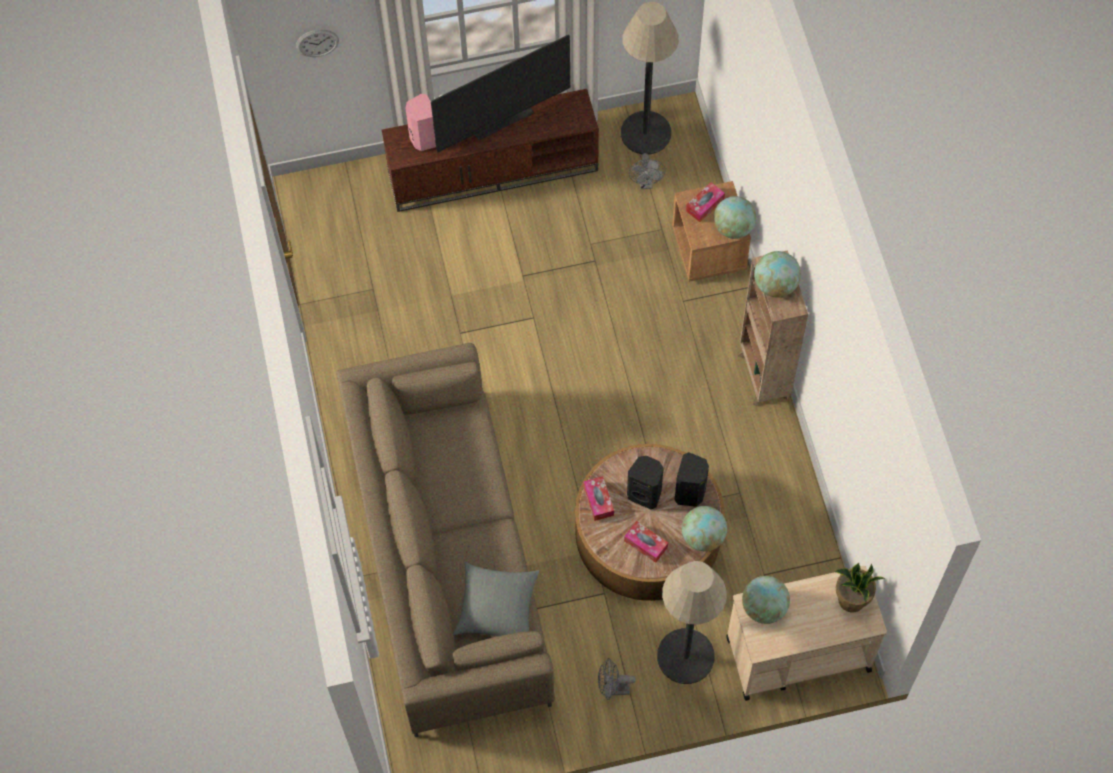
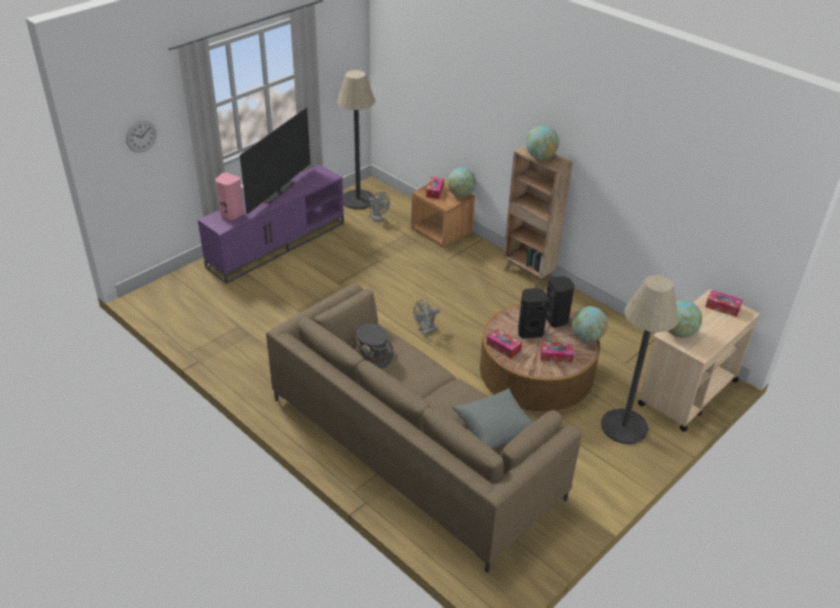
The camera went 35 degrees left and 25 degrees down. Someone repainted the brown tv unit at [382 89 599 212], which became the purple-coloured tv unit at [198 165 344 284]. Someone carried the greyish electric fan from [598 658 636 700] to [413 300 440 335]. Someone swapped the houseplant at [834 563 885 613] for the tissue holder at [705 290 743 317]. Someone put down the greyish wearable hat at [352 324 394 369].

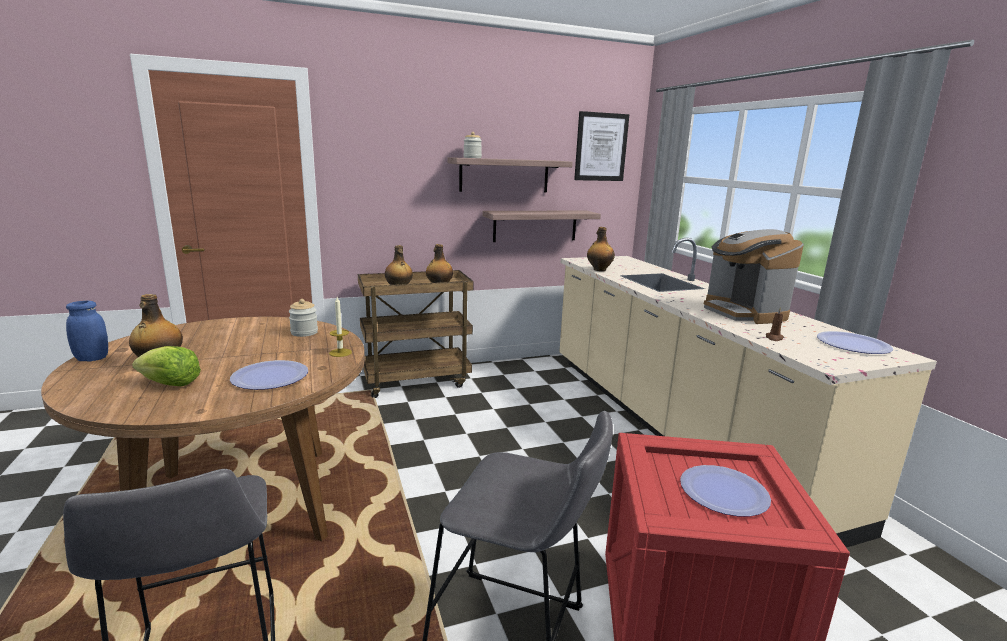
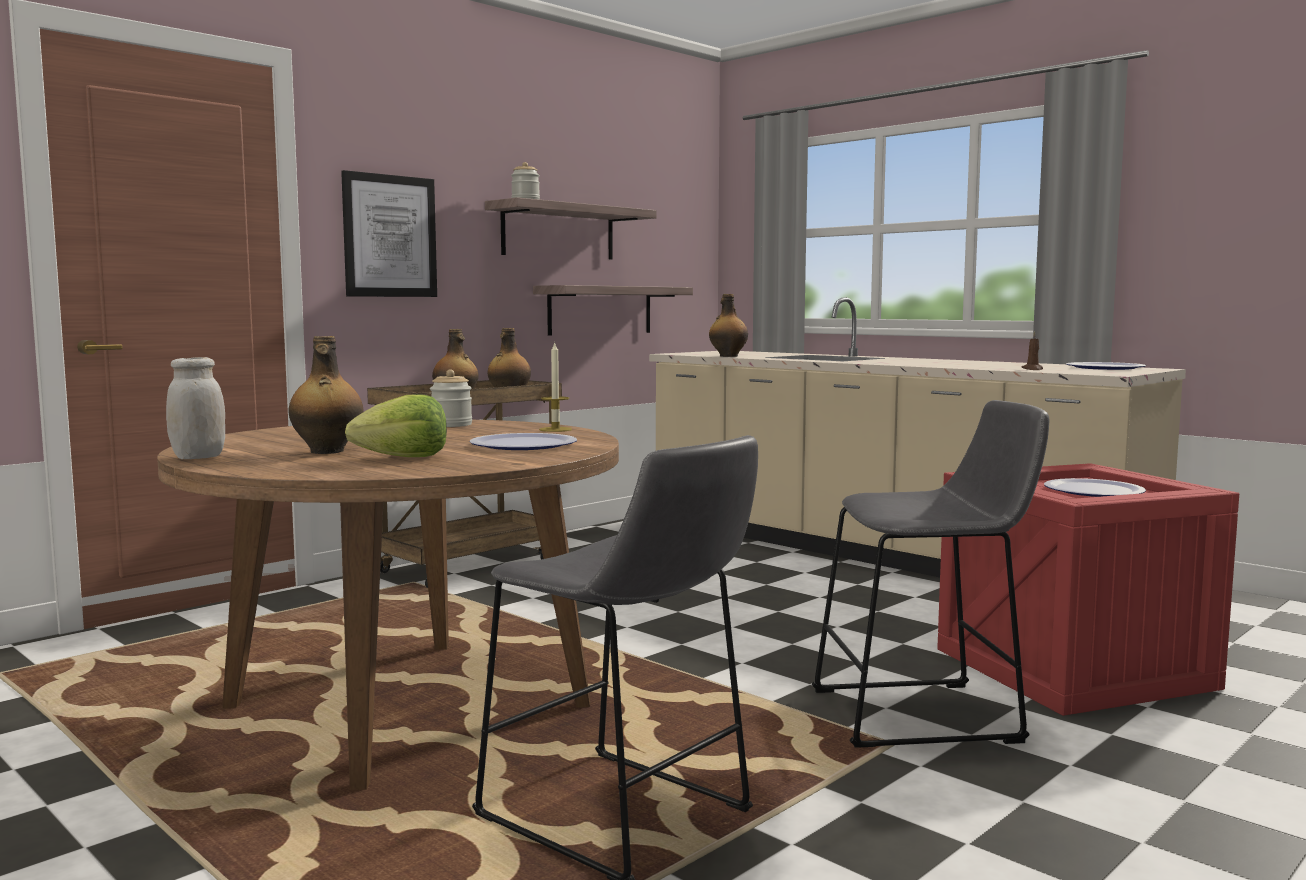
The camera went 25 degrees left and 10 degrees down. Someone repainted the blue-coloured jar at [66 301 108 361], which became the white jar at [166 357 225 459]. Someone carried the picture from [574 111 629 181] to [341 170 437 297]. Someone took away the coffee brewer at [704 229 804 324].

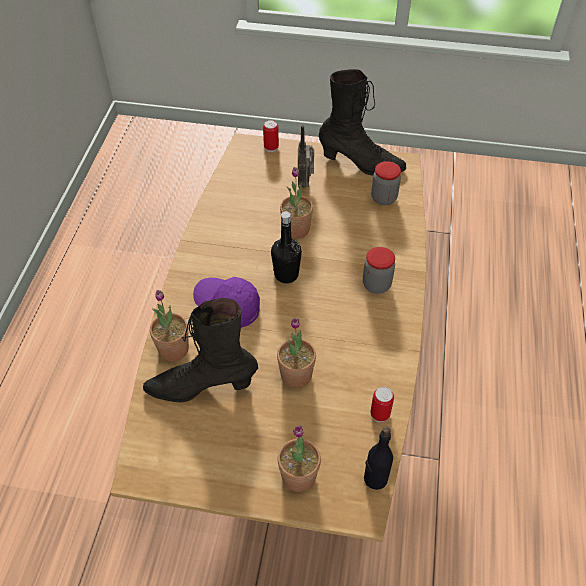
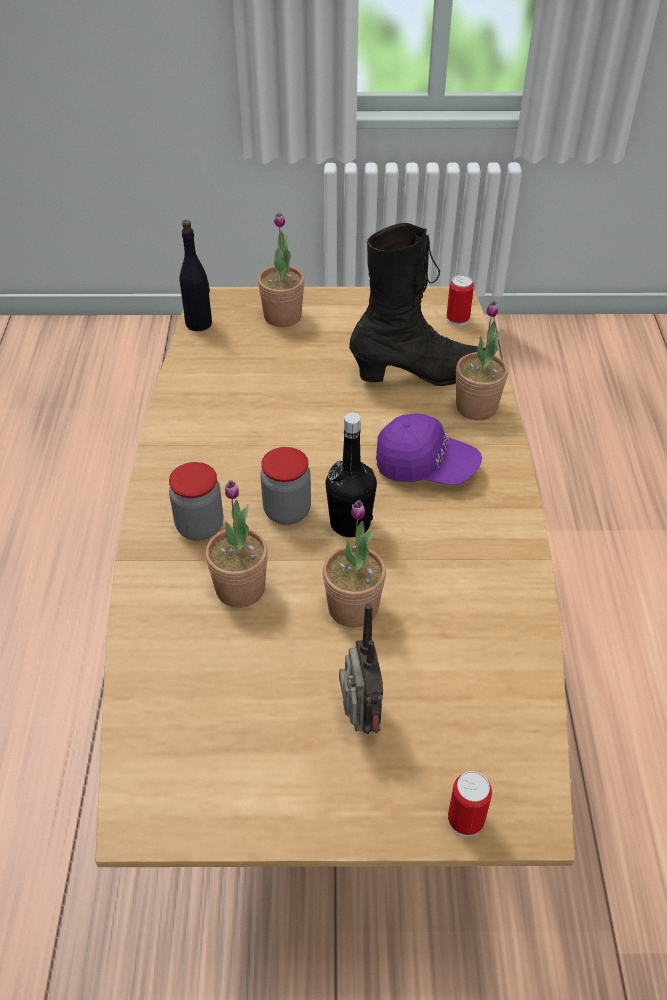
The camera went 170 degrees right and 5 degrees down. Someone carried the houseplant from [277 318 316 388] to [205 480 268 608]. Someone took away the black-coloured boot at [319 69 406 176]. Someone carried the metal can from [370 387 394 423] to [447 275 474 326]. Someone carried the jar from [371 161 401 205] to [260 447 311 525].

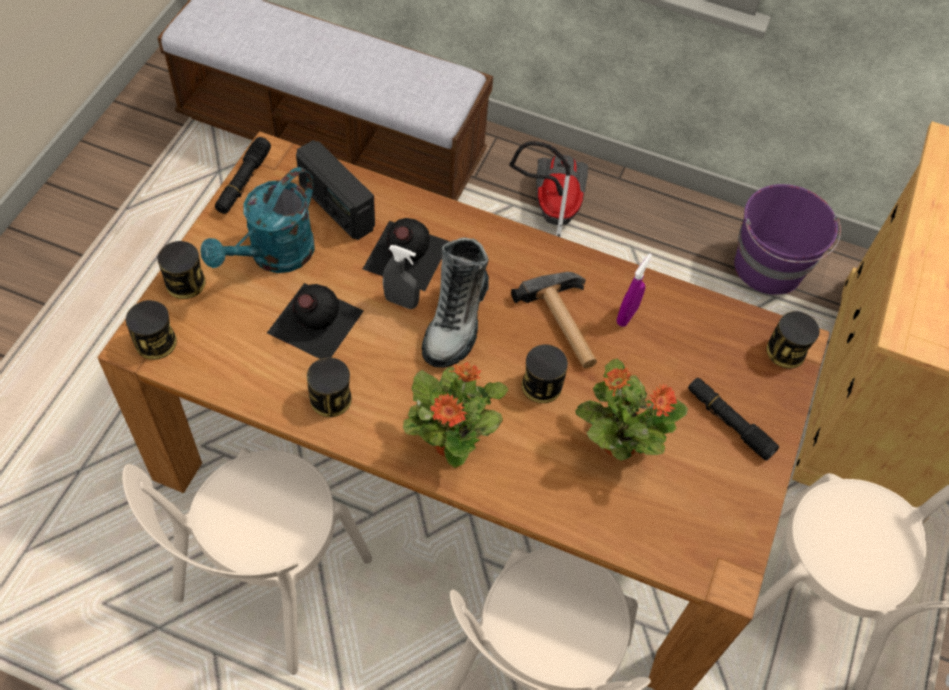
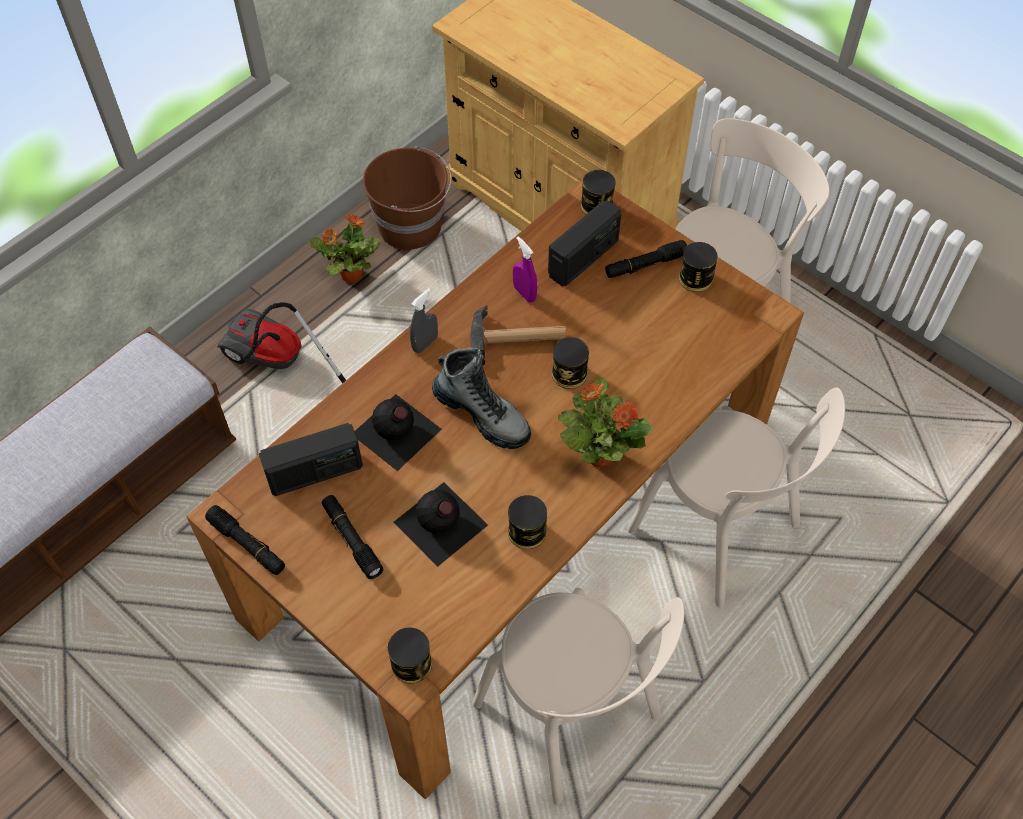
The camera went 65 degrees left and 0 degrees up. Someone carried the metal can from [158 241 206 299] to [679 242 718 292]. Someone swapped the turquoise watering can at [201 167 315 273] for the black-coloured hand torch at [322 495 383 579]. Someone carried the greyish sprayer from [383 245 420 309] to [410 288 438 353]. Someone carried the houseplant from [576 359 688 461] to [310 214 381 283]. Someone repainted the purple-coloured bucket at [734 184 841 295], which became the brown bucket at [363 146 452 250]. Someone put down the radio at [548 200 621 287].

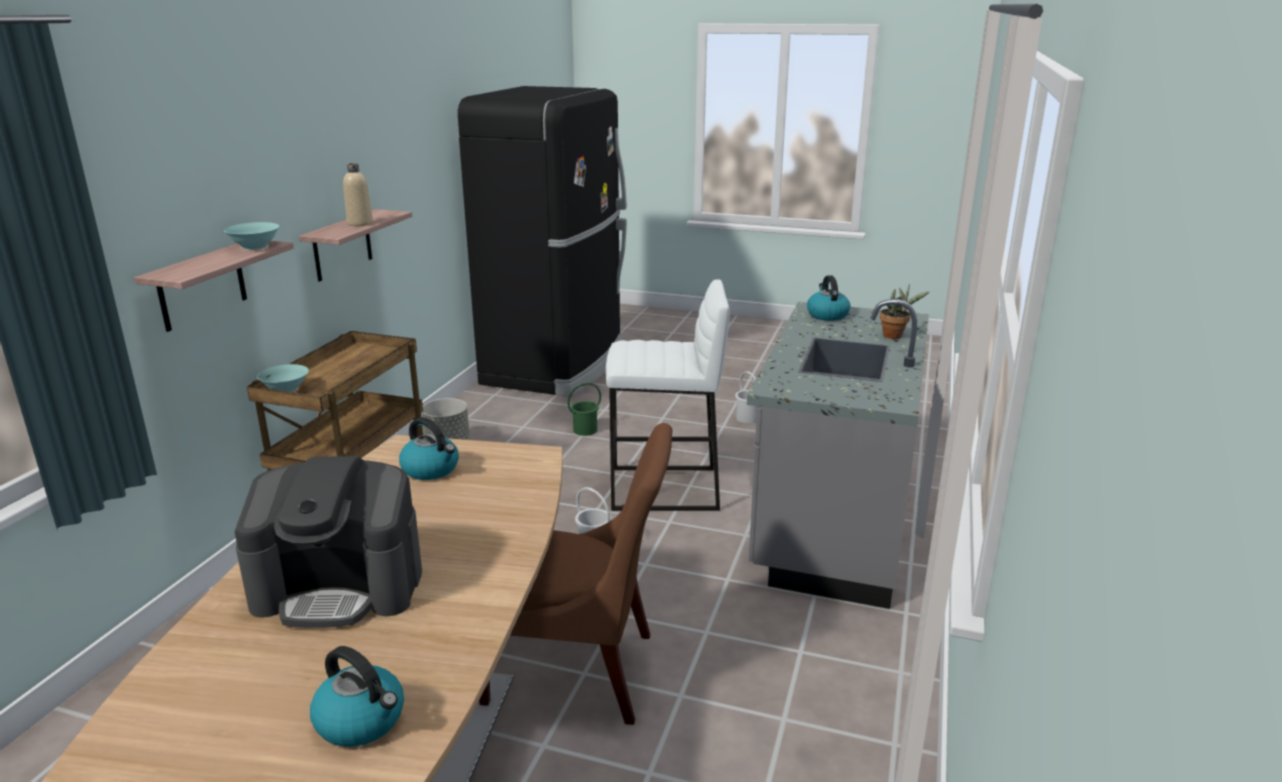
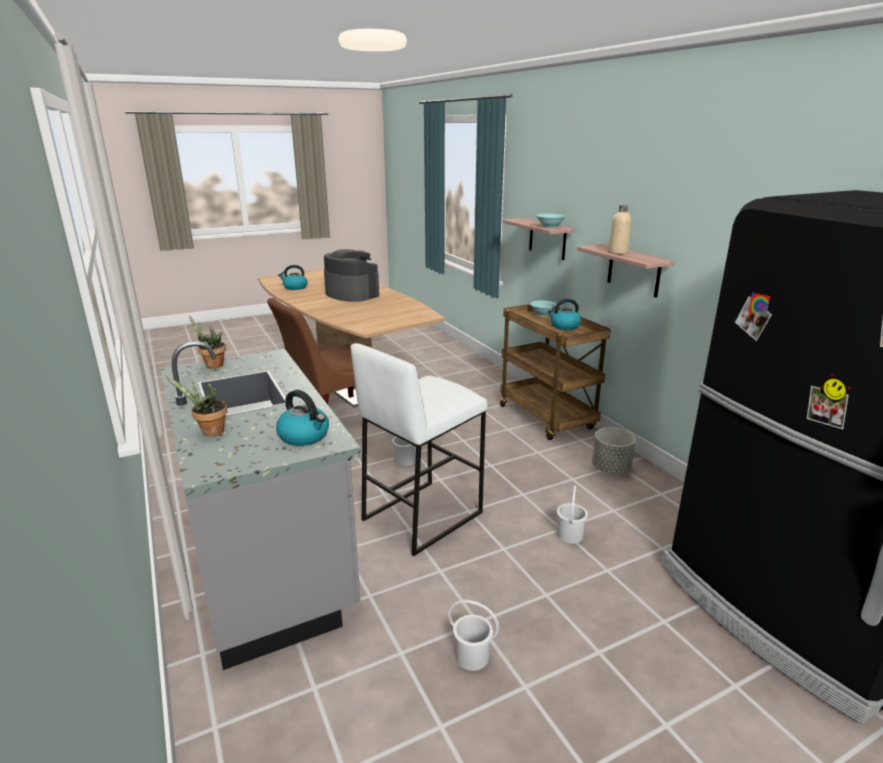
The camera went 135 degrees right and 0 degrees up. Someone rotated the coffee brewer at [235 456 422 628] by 90 degrees clockwise. Someone carried the water kettle from [399 417 459 480] to [548 299 581 330]. Someone repainted the green-coloured bucket at [568 383 601 436], which became the white bucket at [557 485 588 544]. Someone put down the houseplant at [189 316 226 369].

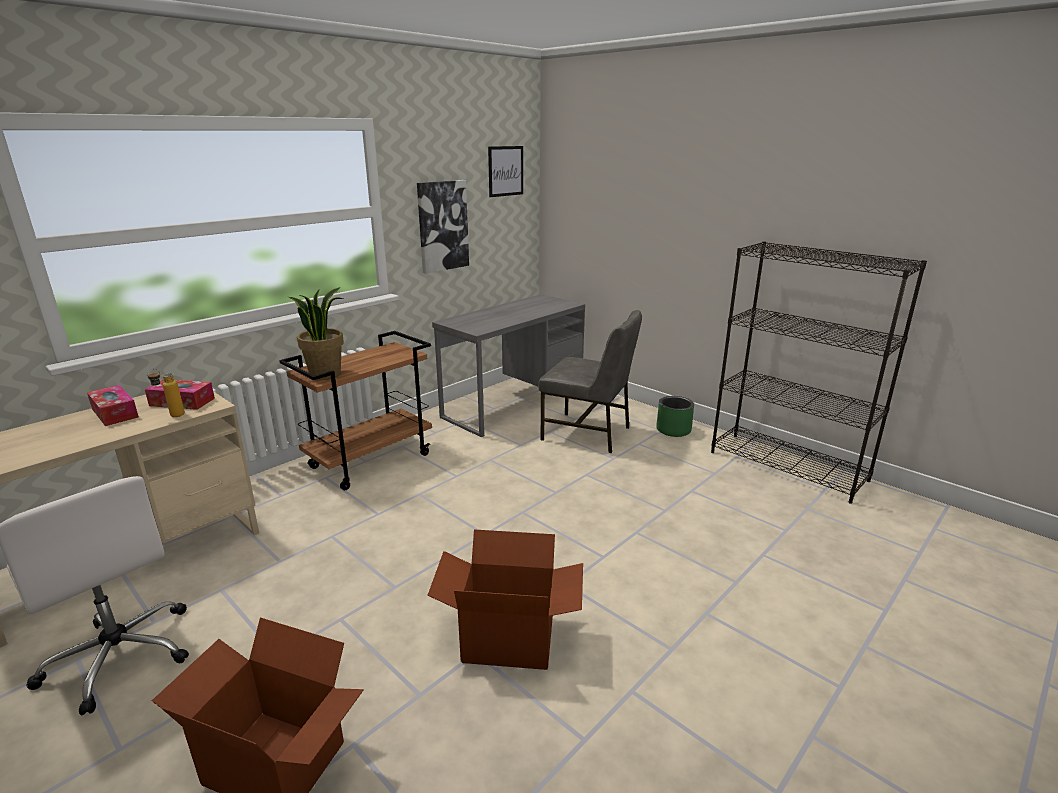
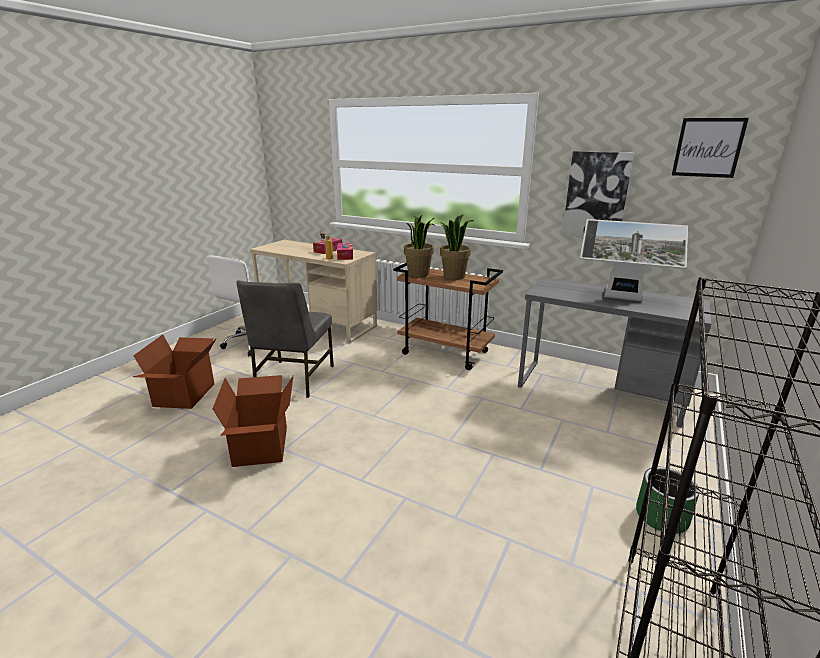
The camera went 75 degrees right and 0 degrees up. Someone carried the greyish plain chair from [538 310 642 453] to [236 280 334 398]. Someone put down the houseplant at [439 214 473 280]. Someone put down the monitor at [580 219 688 301].

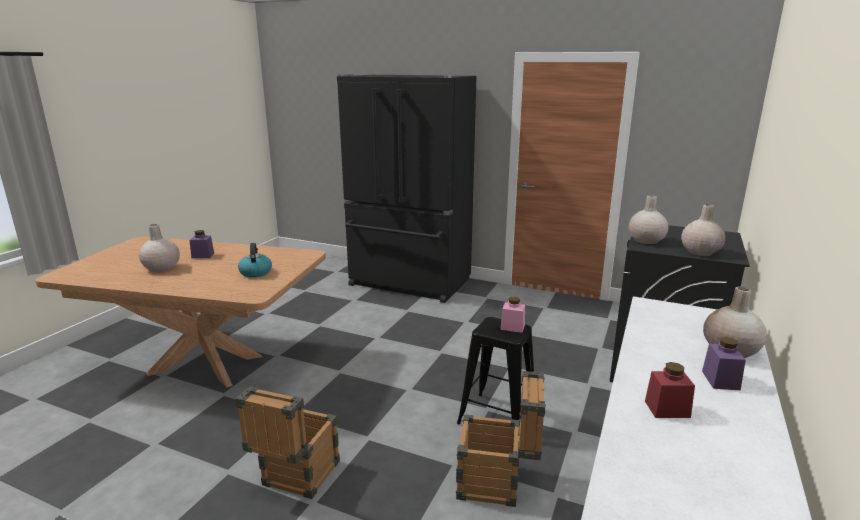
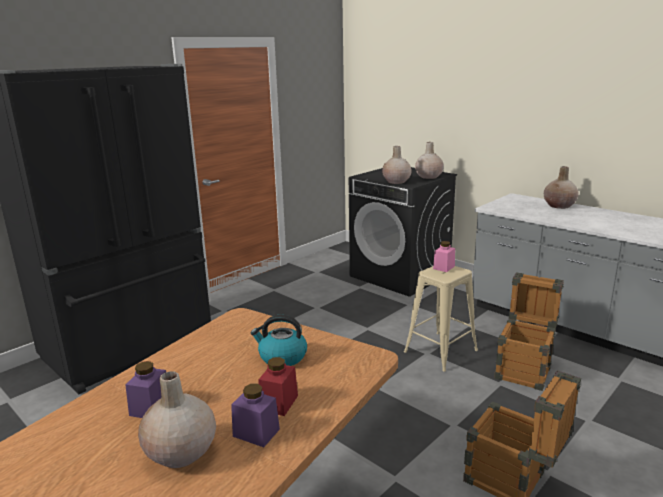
The camera went 70 degrees left and 0 degrees up. Someone repainted the black-coloured sitting stool at [457 317 534 424], which became the beige sitting stool at [404 266 478 372]. Someone carried the red-coloured jar from [645 362 695 418] to [259 357 298 416]. Someone carried the purple-coloured jar from [702 337 746 390] to [231 384 280 447].

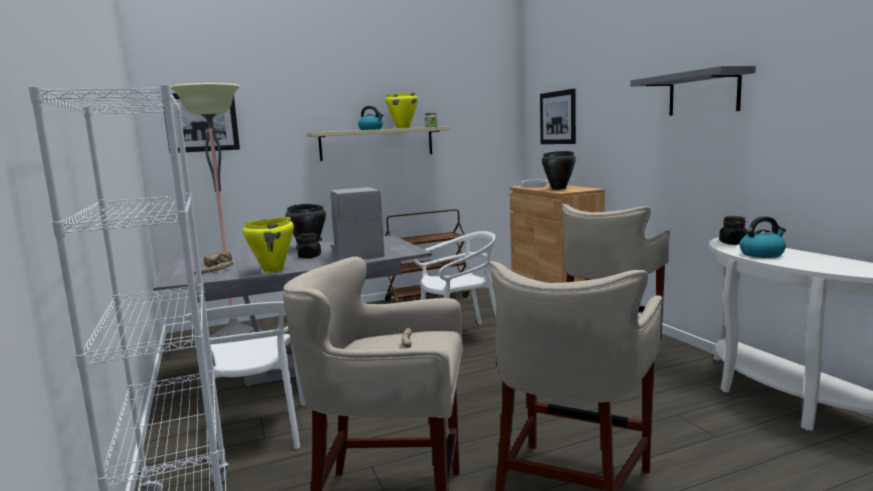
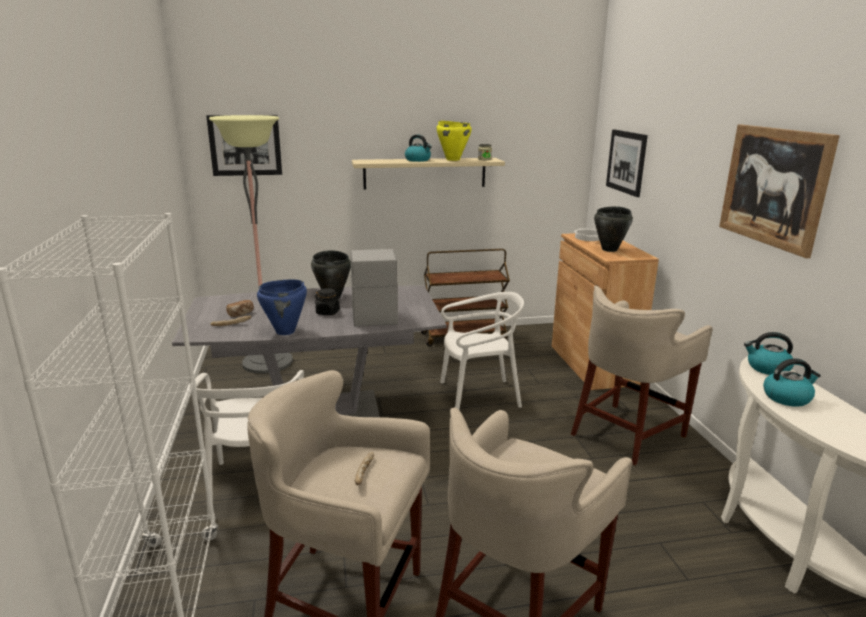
The camera went 10 degrees right and 10 degrees up. Someone repainted the yellow-coloured saucepot at [243 217 294 273], which became the blue-coloured saucepot at [257 280 307 335]. Someone swapped the greyish bracket shelf at [630 66 756 116] for the picture at [719 124 840 258]. Someone swapped the black-coloured jar at [719 216 748 245] for the water kettle at [744 332 794 375].

